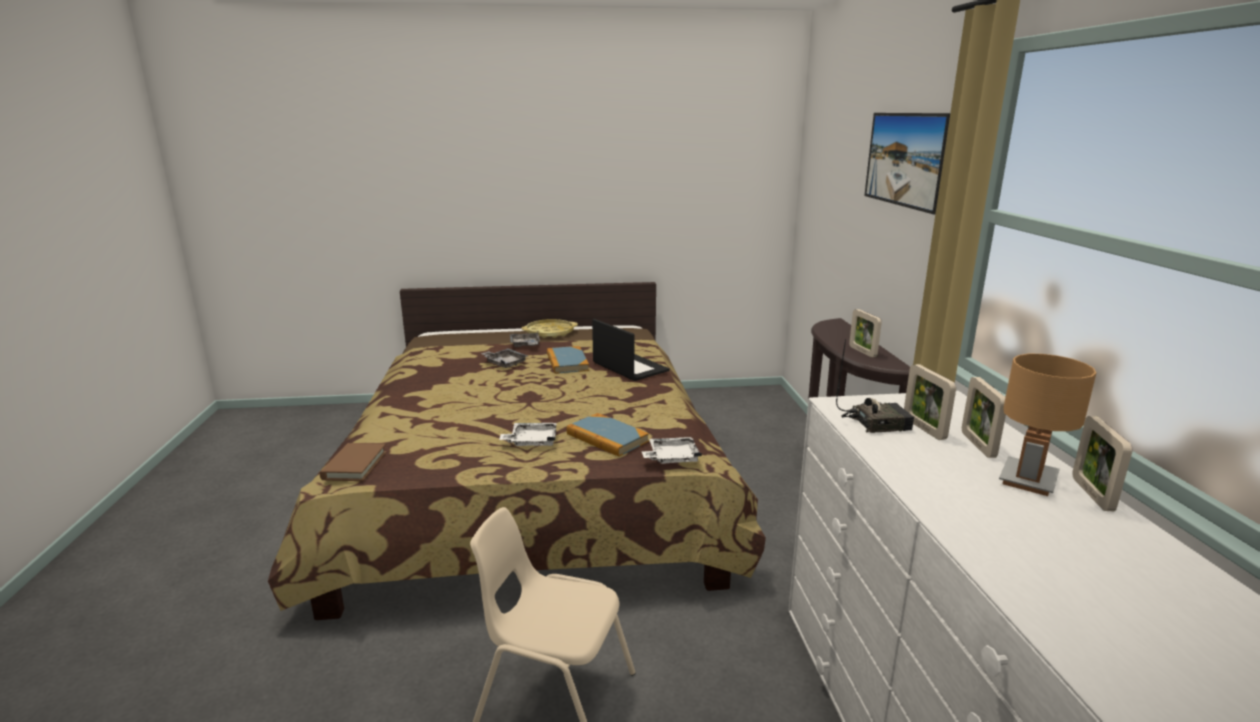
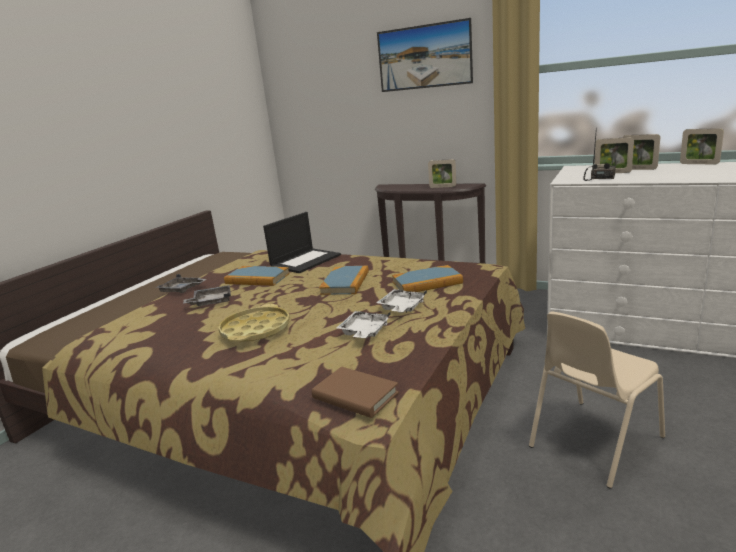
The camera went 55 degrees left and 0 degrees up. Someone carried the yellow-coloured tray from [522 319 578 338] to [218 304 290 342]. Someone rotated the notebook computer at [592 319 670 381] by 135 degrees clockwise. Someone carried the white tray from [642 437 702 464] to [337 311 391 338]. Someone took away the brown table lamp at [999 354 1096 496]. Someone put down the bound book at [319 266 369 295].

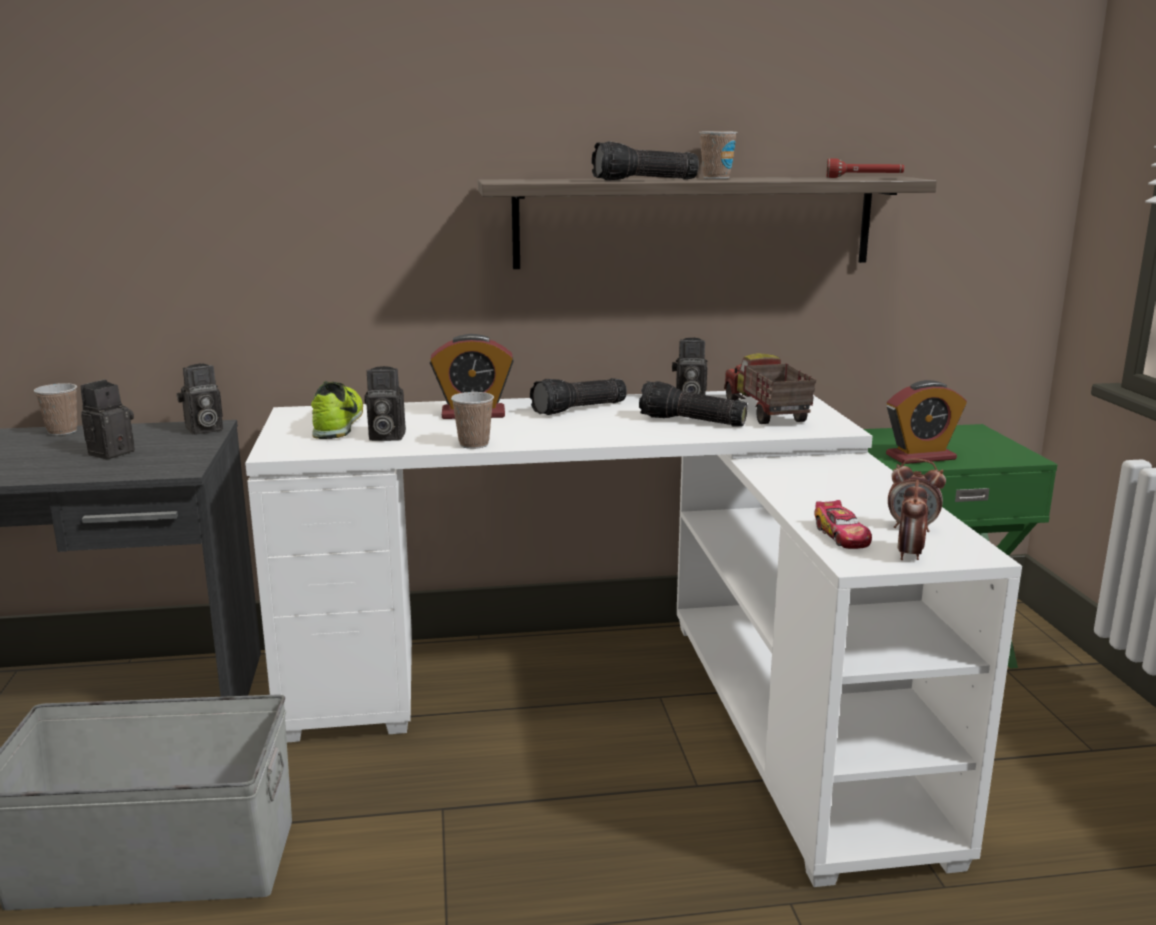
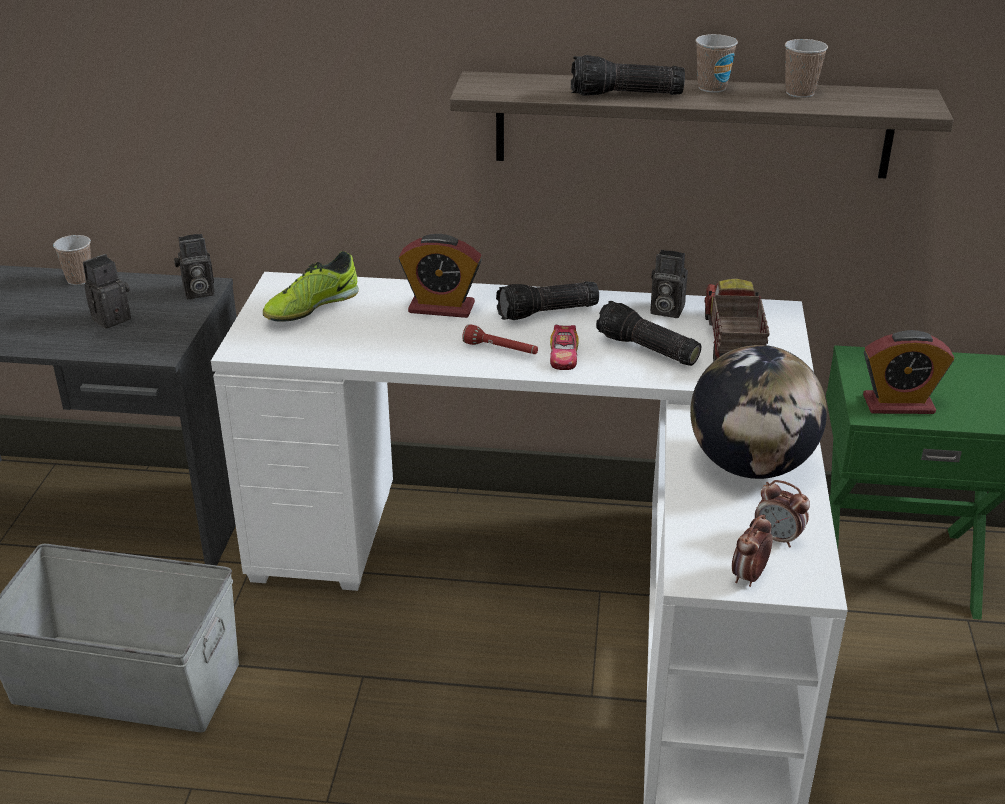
The camera went 15 degrees right and 15 degrees up. Someone rotated the item of footwear at [311 381 363 439] by 150 degrees counterclockwise. Someone took away the photo camera at [364 366 406 441]. Someone carried the drinking cup from [451 392 494 449] to [785 39 828 98]. Someone carried the model car from [814 500 872 549] to [550 325 579 370]. Someone carried the red-coloured hand torch from [827 158 904 178] to [462 324 538 354]. Someone put down the desk globe at [690 345 827 479].

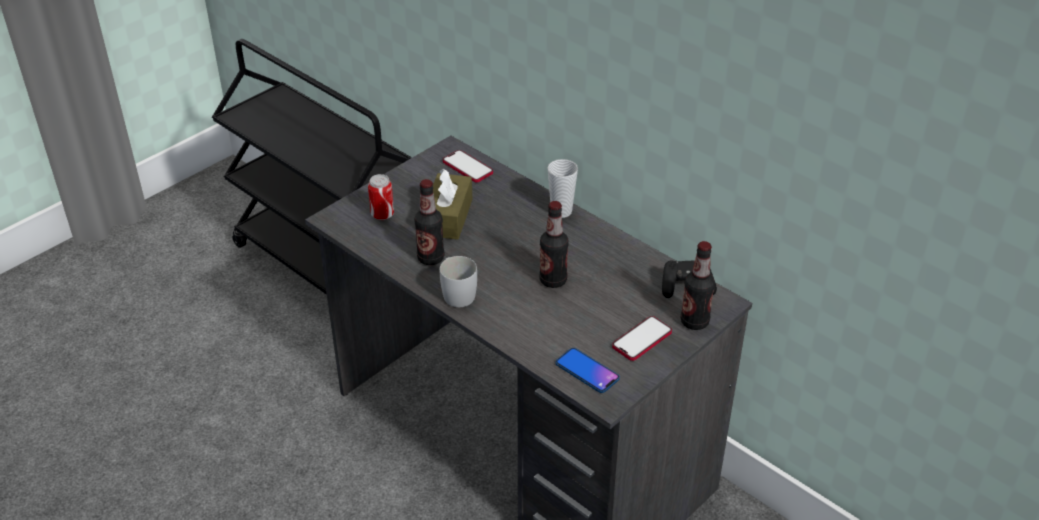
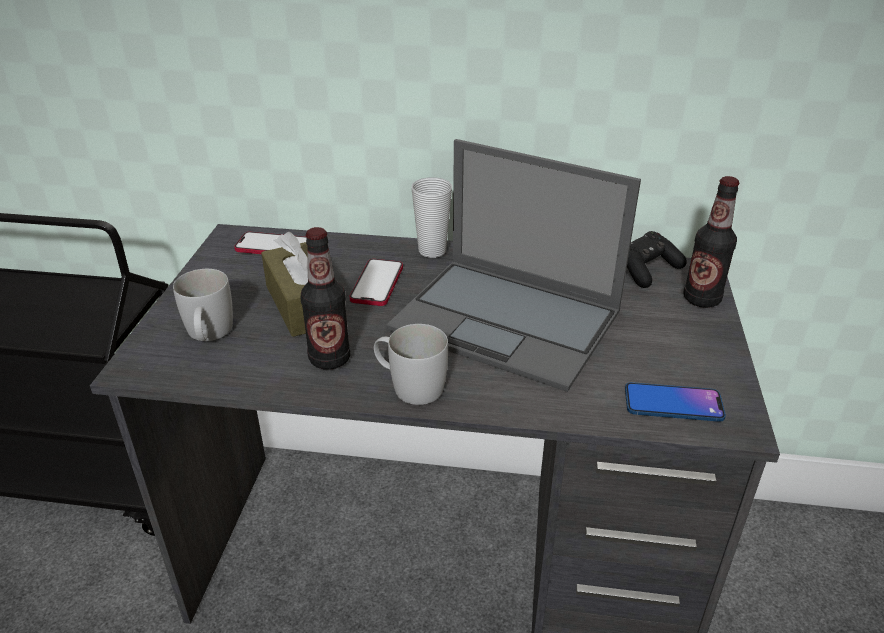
The camera went 35 degrees left and 5 degrees down. Someone swapped the metal can at [368 174 394 220] for the white mug at [173 269 233 341]. Someone swapped the drink bottle at [539 201 569 288] for the notebook computer at [386 139 641 392]. Someone carried the phone from [612 316 672 361] to [350 259 403 306].

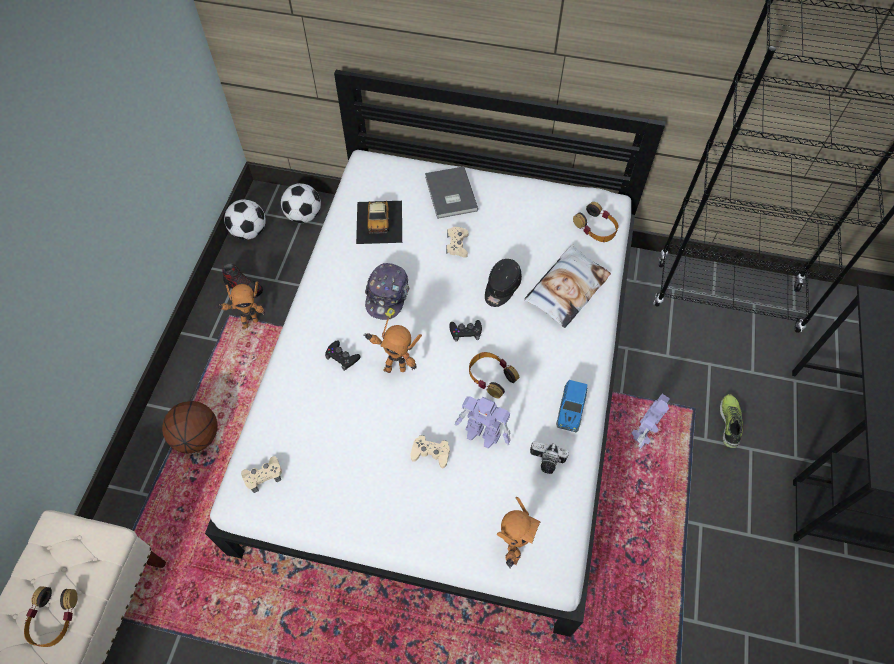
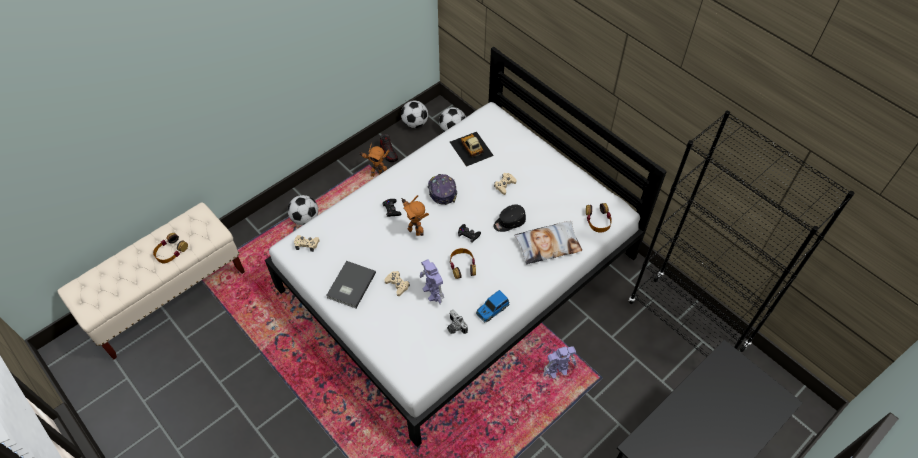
The camera went 35 degrees right and 5 degrees down. Someone swapped the ball for basketball at [162 401 217 454] for the football ball at [288 195 318 225]. Someone rotated the model car at [356 201 402 244] by 120 degrees clockwise. Someone rotated the baseball cap at [365 263 410 320] by 120 degrees clockwise. Someone carried the greyish bound book from [425 166 478 219] to [326 261 376 308]. Someone took away the toy robot at [497 496 541 569]. Someone took away the item of footwear at [720 394 743 448].

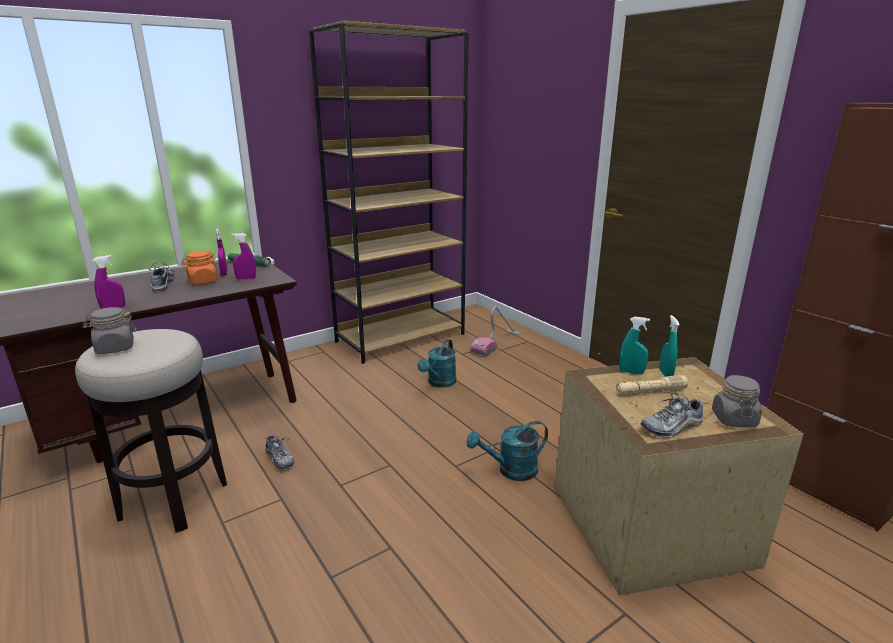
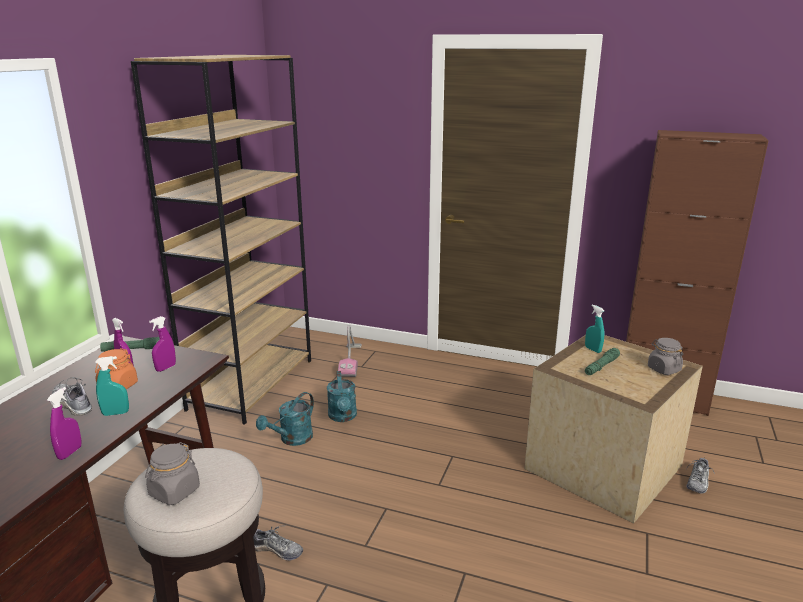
The camera went 35 degrees left and 0 degrees up. Someone carried the turquoise watering can from [467 421 548 481] to [256 392 314 446]. Someone repainted the beige hand torch at [616 375 688 395], which became the green-coloured hand torch at [585 348 620 375]. Someone carried the turquoise sprayer from [619 317 650 374] to [96 356 129 416]. Someone carried the item of footwear from [641 392 703 438] to [686 456 715 494].

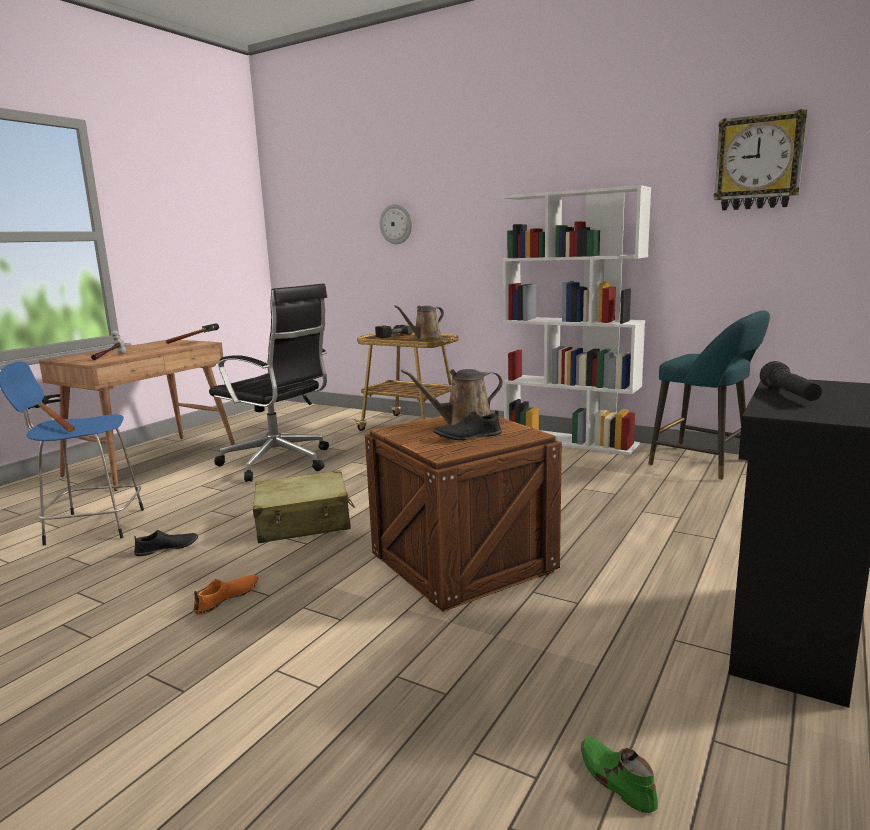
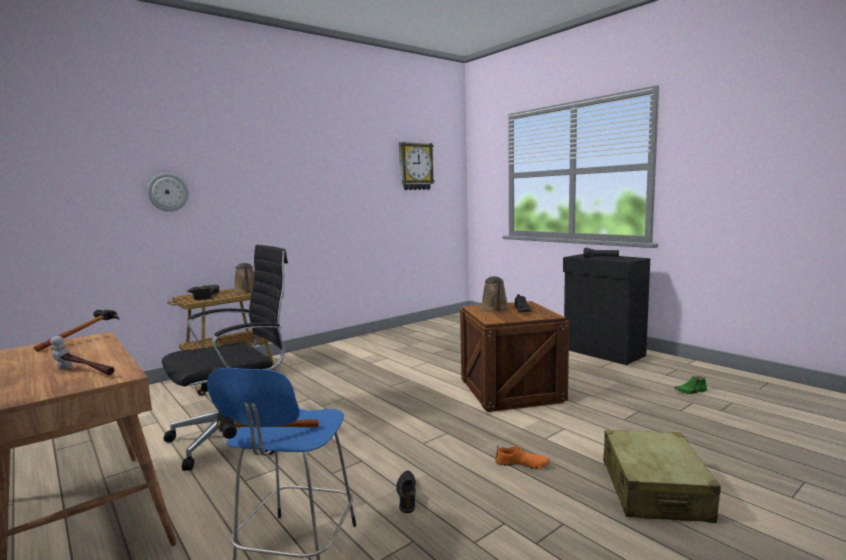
The camera went 70 degrees left and 5 degrees down. Someone rotated the orange item of footwear at [193 575 259 615] by 135 degrees clockwise. Someone carried the beige travel case from [253 470 355 543] to [603 430 721 523]. Someone took away the white bookcase at [502 185 651 455]. Someone took away the turquoise sitting stool at [648 310 770 480].

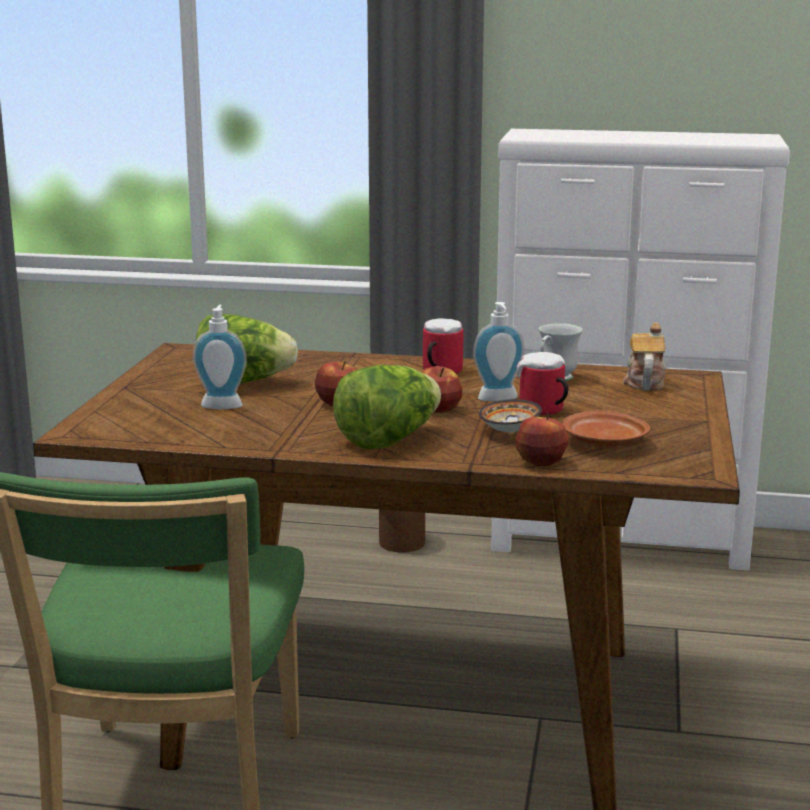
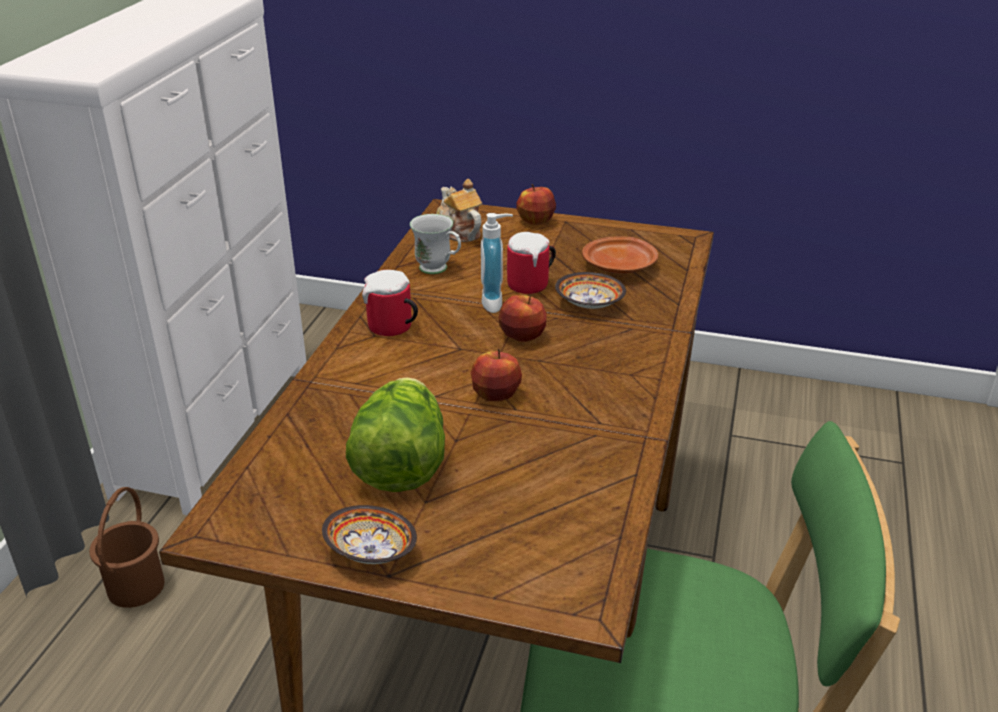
The camera went 85 degrees left and 15 degrees up. Someone took away the soap dispenser at [193 305 247 409]. Someone took away the lettuce head at [333 365 441 449]. Someone carried the apple from [516 412 569 467] to [516 184 556 225]. Someone rotated the teapot at [623 323 666 391] by 45 degrees clockwise. Someone put down the serving bowl at [322 505 417 564].

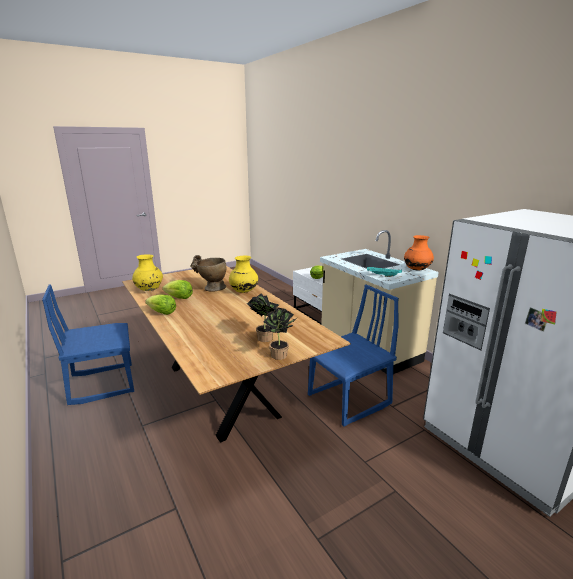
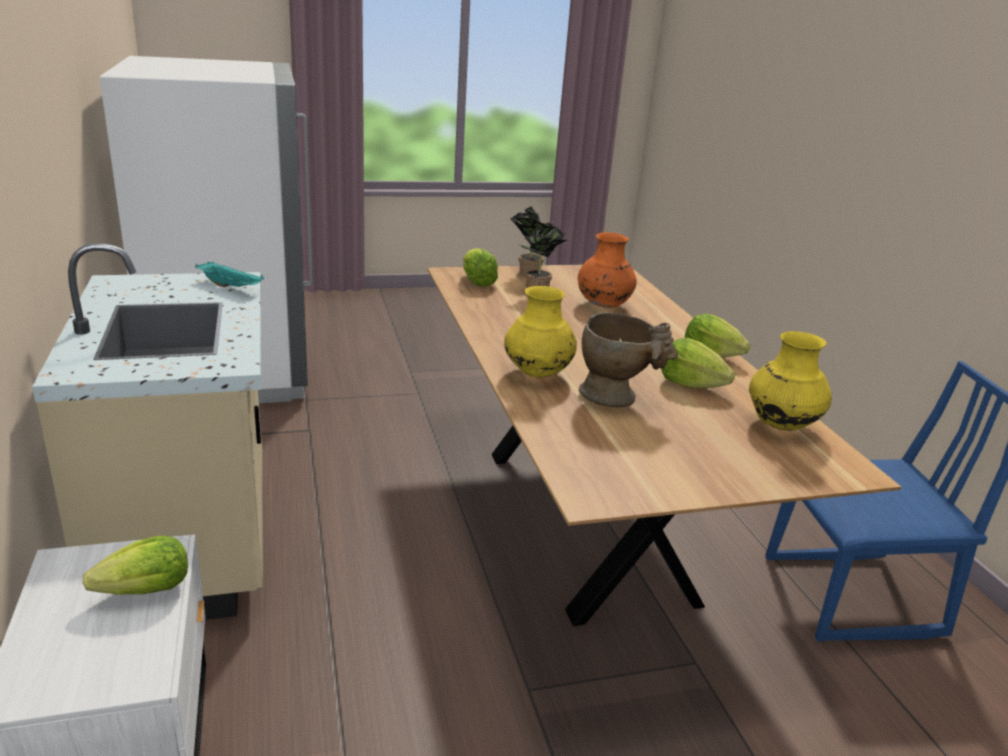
The camera went 165 degrees left and 5 degrees up. Someone took away the blue-coloured plain chair at [308 284 399 427]. Someone carried the orange decorative vase from [404 235 434 271] to [578 232 637 308]. Someone put down the lettuce head at [463 248 498 287].

